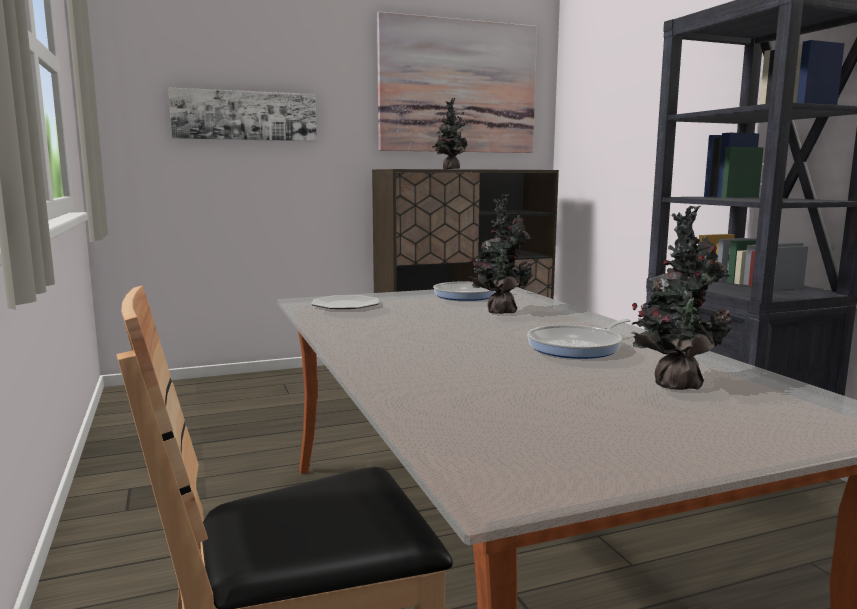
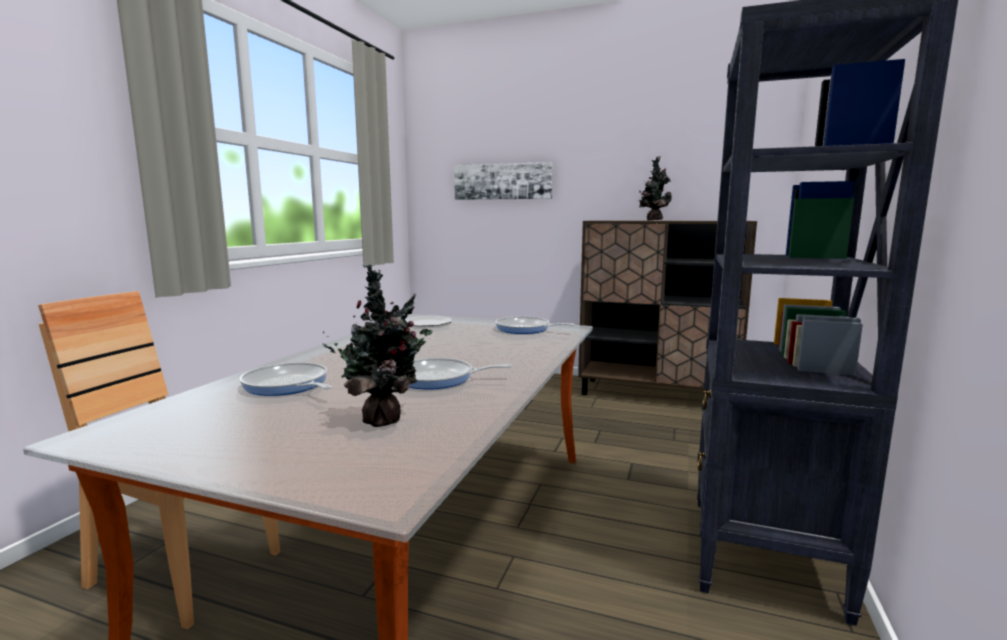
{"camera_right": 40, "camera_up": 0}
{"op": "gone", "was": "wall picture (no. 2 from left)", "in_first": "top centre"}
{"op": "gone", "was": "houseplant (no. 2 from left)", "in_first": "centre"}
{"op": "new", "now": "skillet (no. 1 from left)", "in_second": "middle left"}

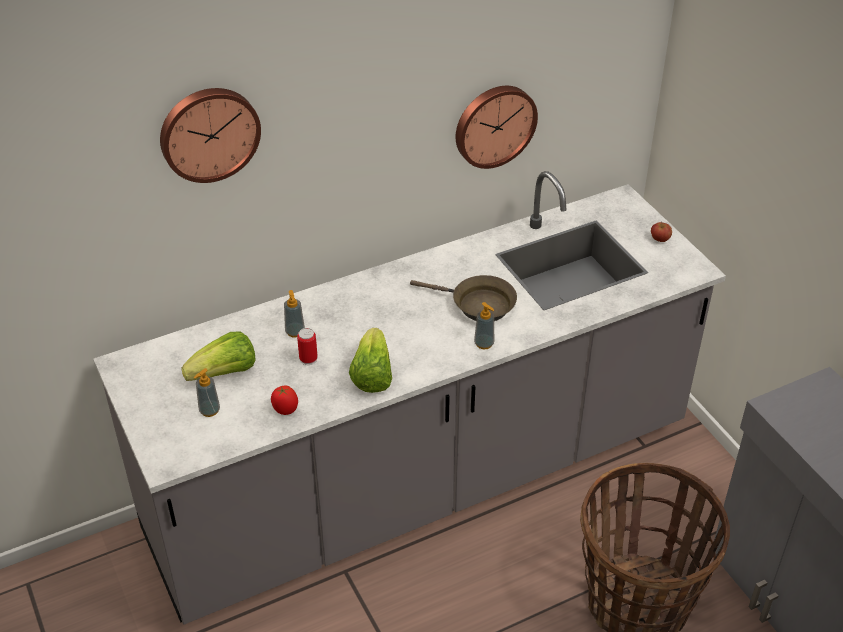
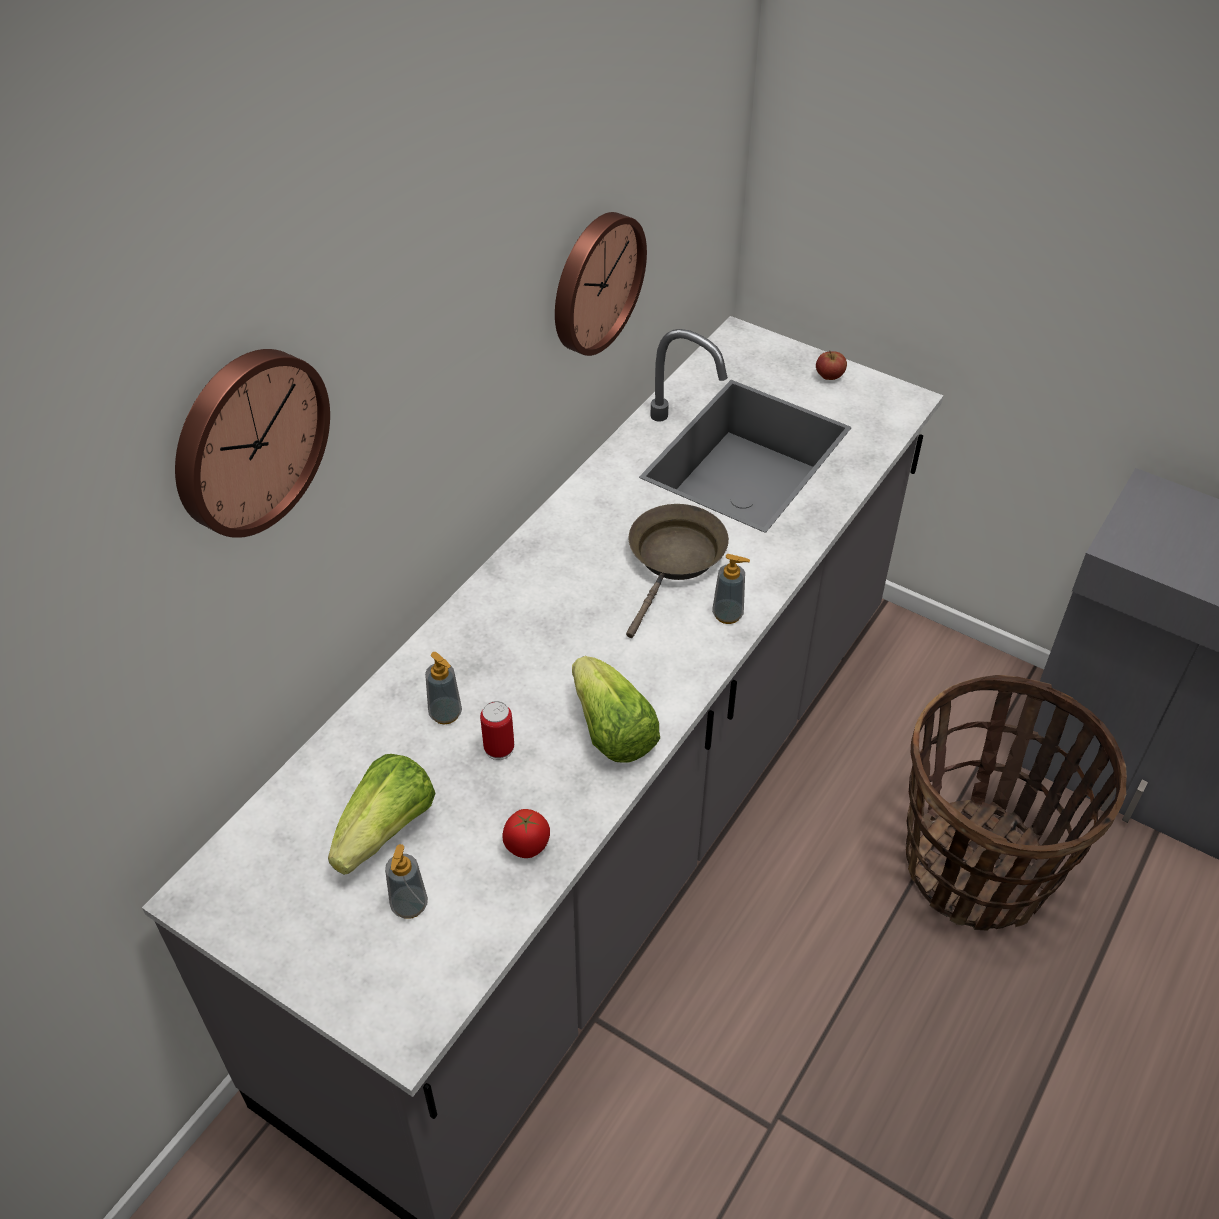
{"camera_right": -30, "camera_up": 5}
{"op": "rotated", "was": "skillet (brownish)", "in_first": "centre", "in_second": "centre", "clockwise": -60}

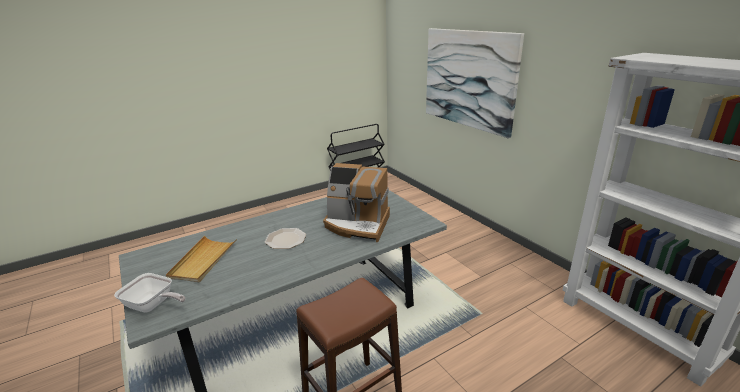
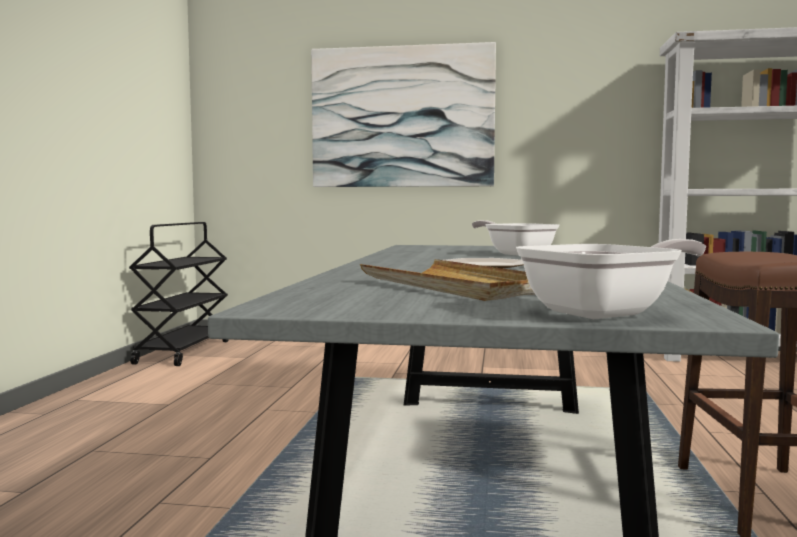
{"camera_right": -50, "camera_up": -20}
{"op": "swapped", "was": "coffee maker", "now": "skillet (no. 1 from left)", "in_first": "centre", "in_second": "centre"}

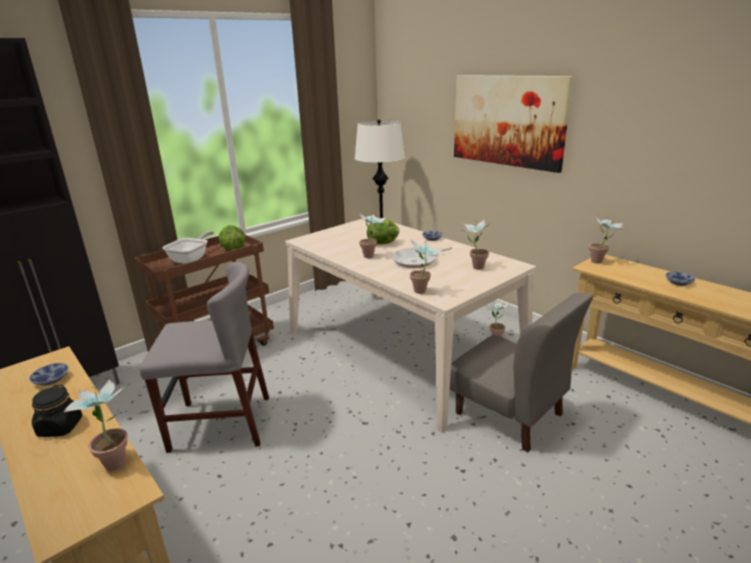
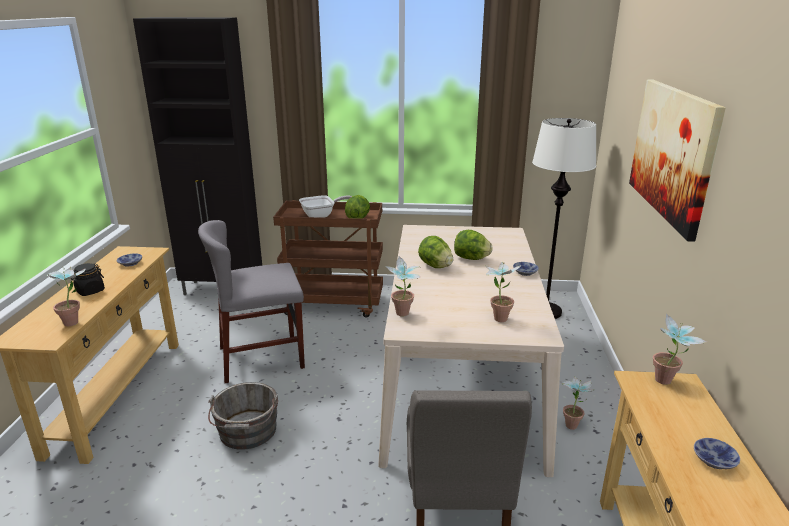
{"camera_right": 45, "camera_up": 0}
{"op": "swapped", "was": "houseplant (no. 2 from left)", "now": "head of lettuce (no. 2 from left)", "in_first": "centre", "in_second": "centre"}
{"op": "gone", "was": "skillet (no. 2 from left)", "in_first": "centre"}
{"op": "rotated", "was": "chair (greyish) (no. 1 from left)", "in_first": "middle left", "in_second": "middle left", "clockwise": 120}
{"op": "new", "now": "pail (greyish)", "in_second": "bottom left"}

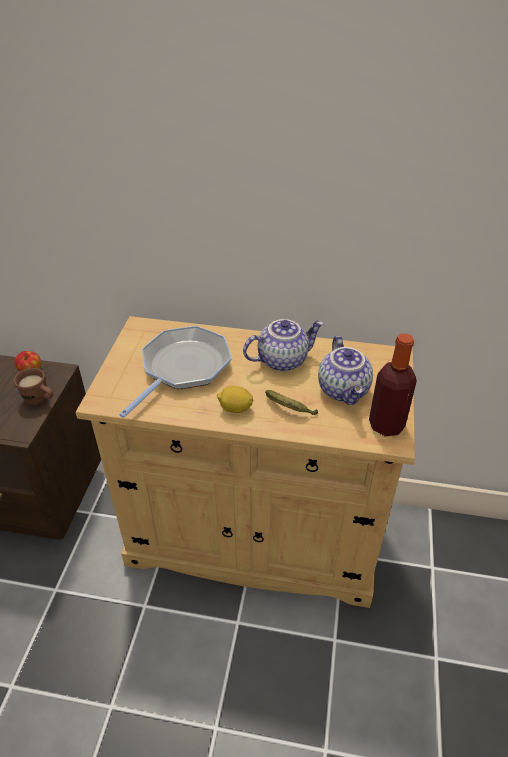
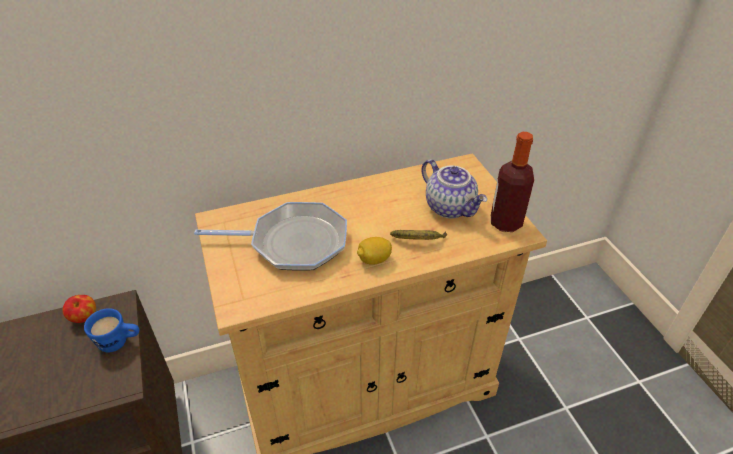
{"camera_right": -30, "camera_up": 0}
{"op": "gone", "was": "tea pot (no. 1 from left)", "in_first": "centre"}
{"op": "rotated", "was": "skillet", "in_first": "centre", "in_second": "centre", "clockwise": 90}
{"op": "repainted", "was": "mug (brownish)", "now": "mug (blue)", "in_first": "middle left", "in_second": "bottom left"}

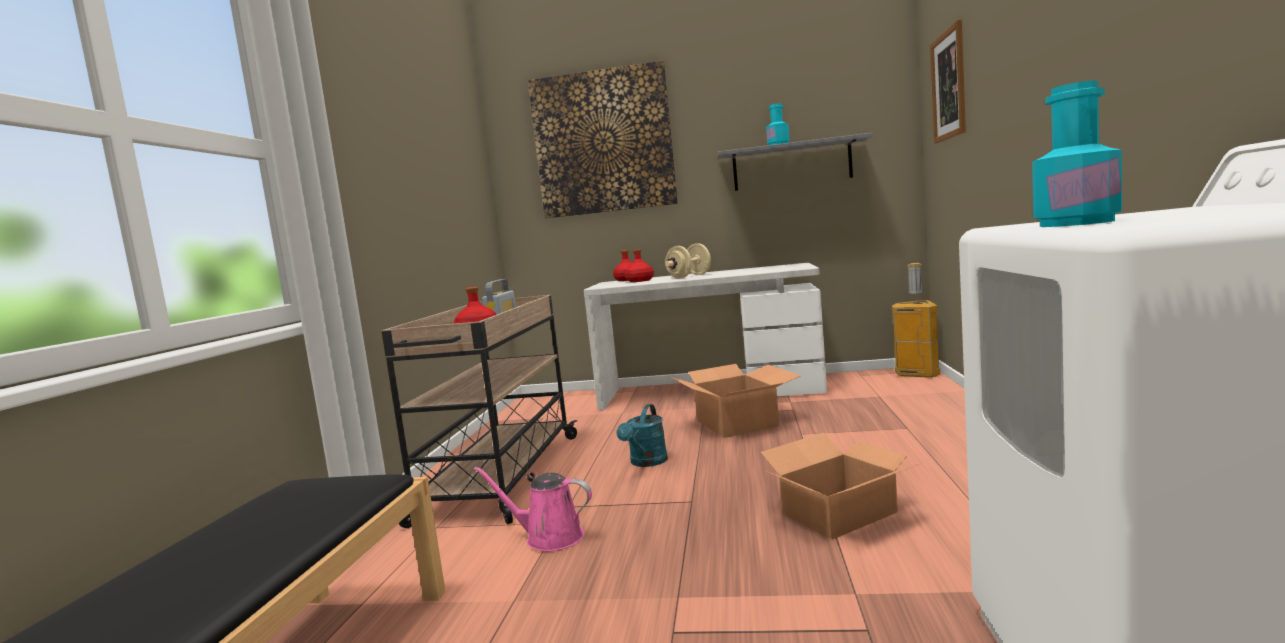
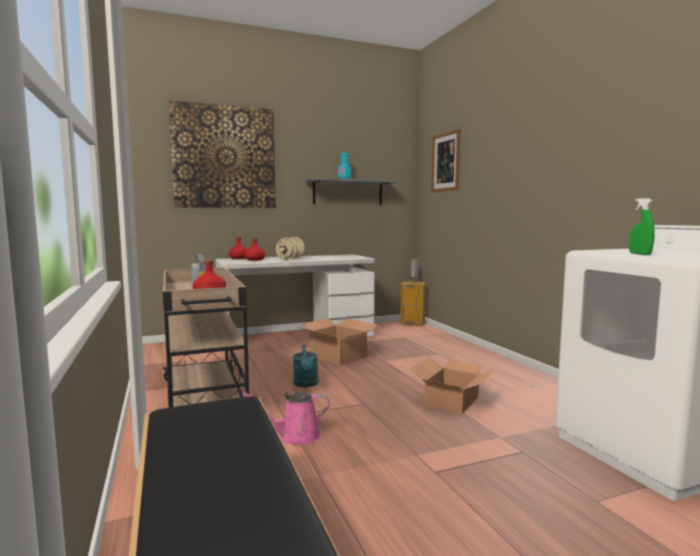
{"camera_right": -30, "camera_up": 0}
{"op": "swapped", "was": "drink bottle (turquoise) (no. 2 from left)", "now": "sprayer (green)", "in_first": "top right", "in_second": "middle right"}

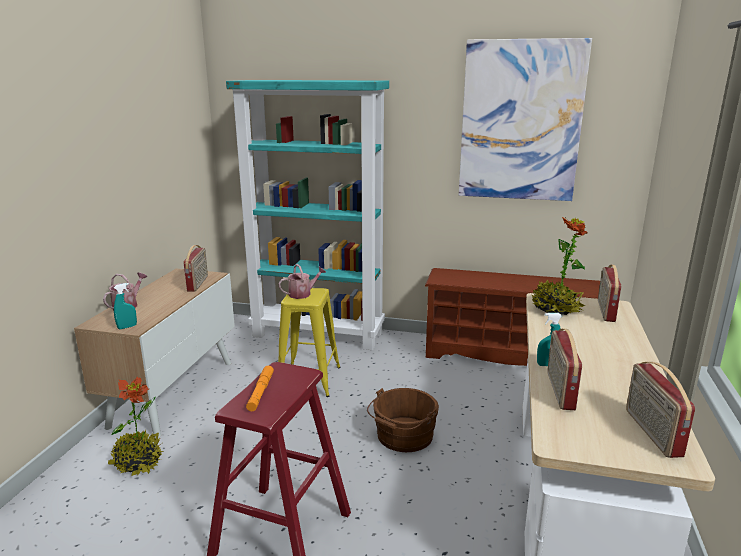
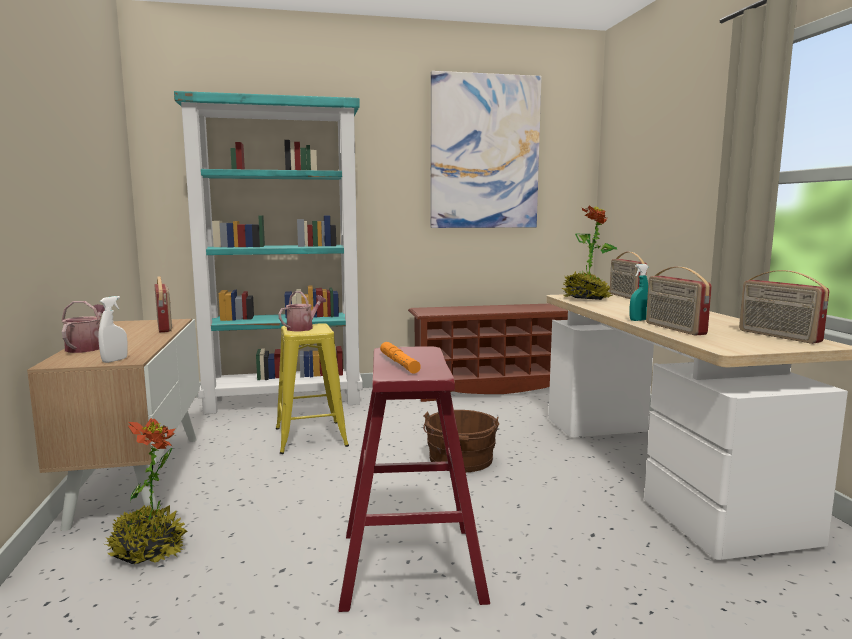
{"camera_right": -25, "camera_up": -10}
{"op": "repainted", "was": "sprayer (turquoise) (no. 1 from left)", "now": "sprayer (white-coloured)", "in_first": "middle left", "in_second": "middle left"}

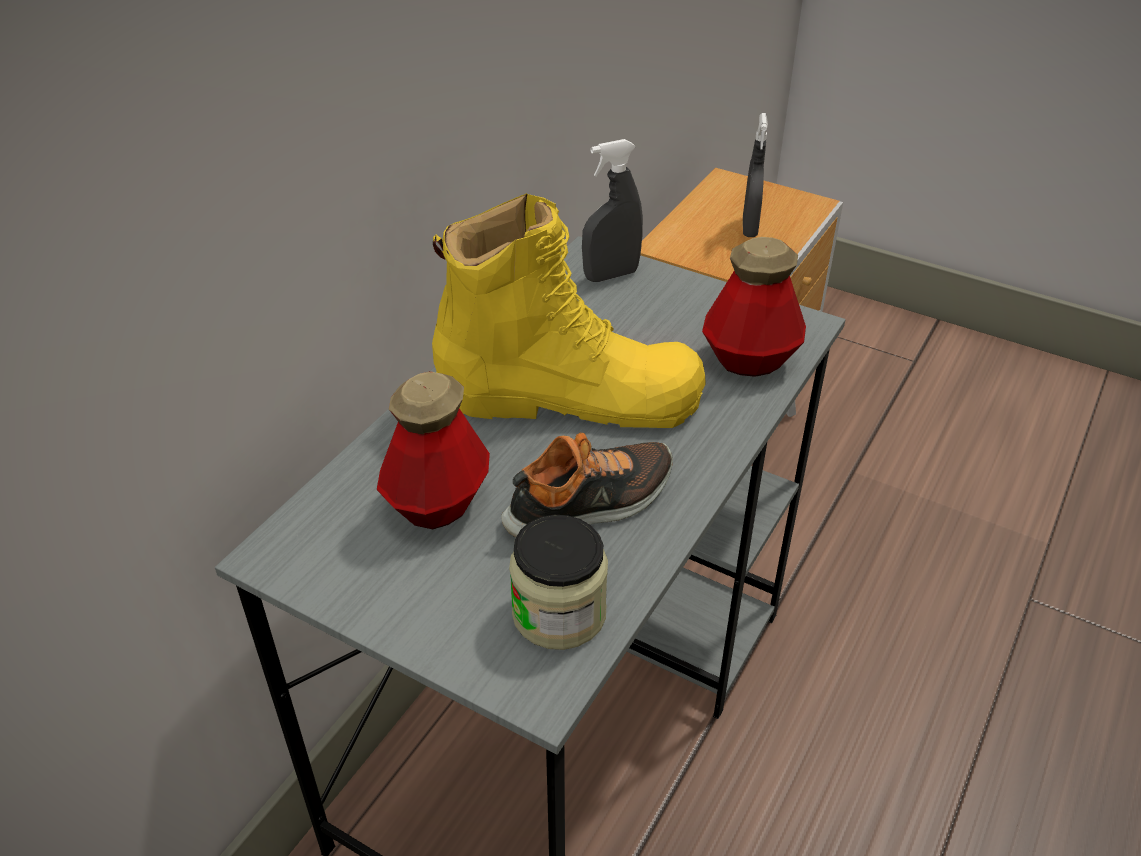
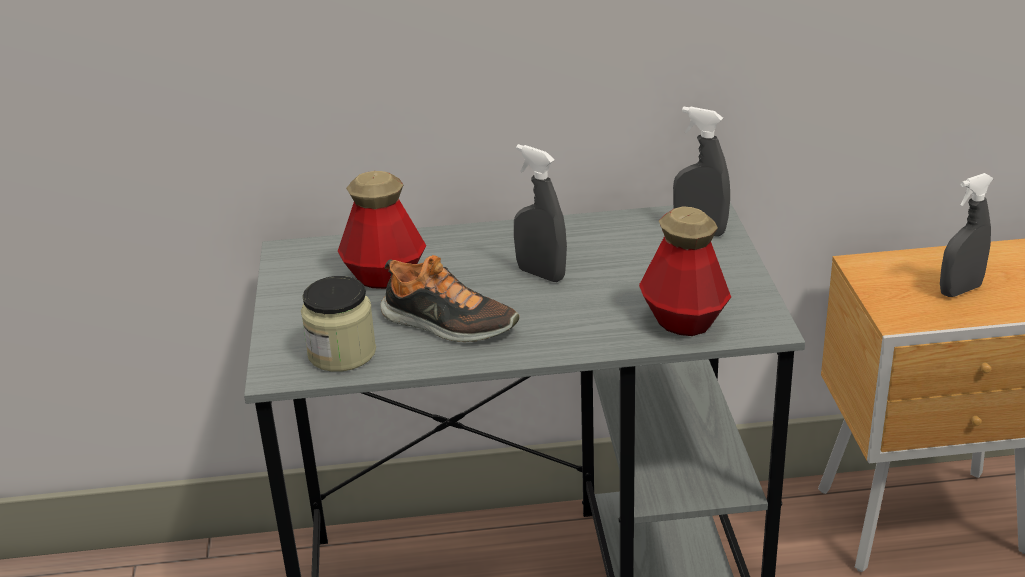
{"camera_right": 55, "camera_up": -10}
{"op": "swapped", "was": "tall boot (yellow-coloured)", "now": "sprayer (greyish) (no. 1 from left)", "in_first": "centre", "in_second": "centre"}

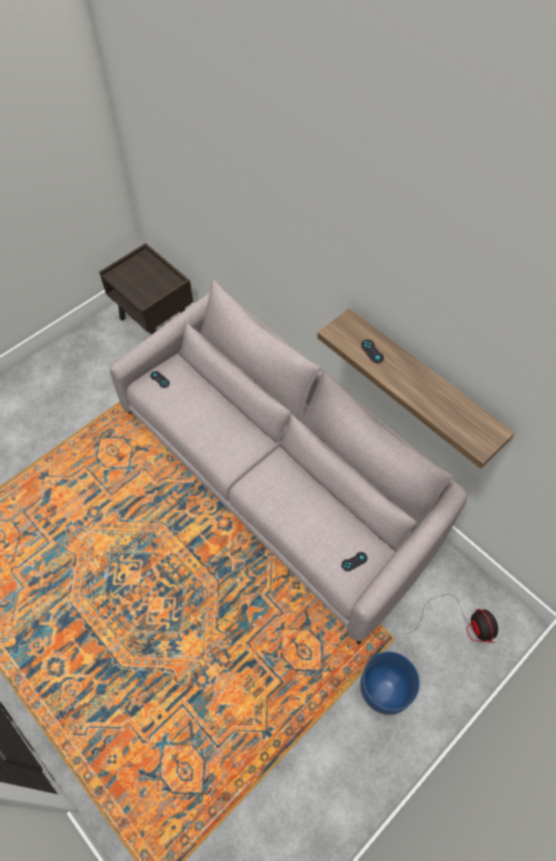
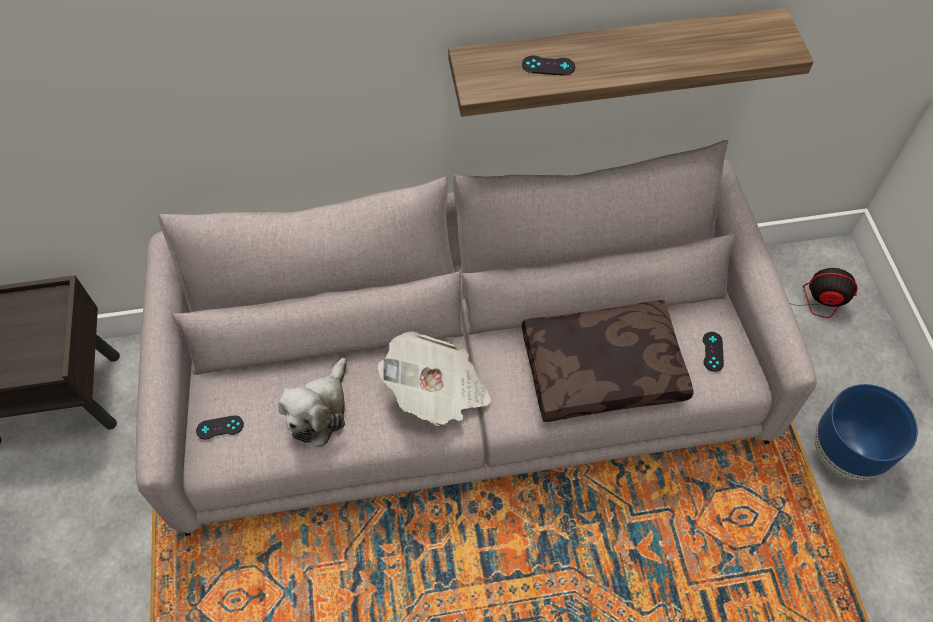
{"camera_right": -55, "camera_up": 0}
{"op": "new", "now": "throw pillow (brownish)", "in_second": "centre"}
{"op": "new", "now": "newspaper", "in_second": "centre"}
{"op": "new", "now": "cuddly toy", "in_second": "centre"}

